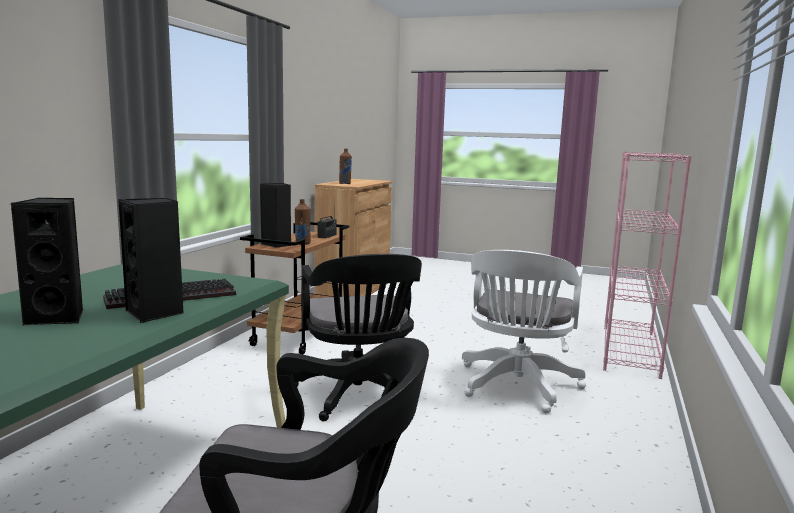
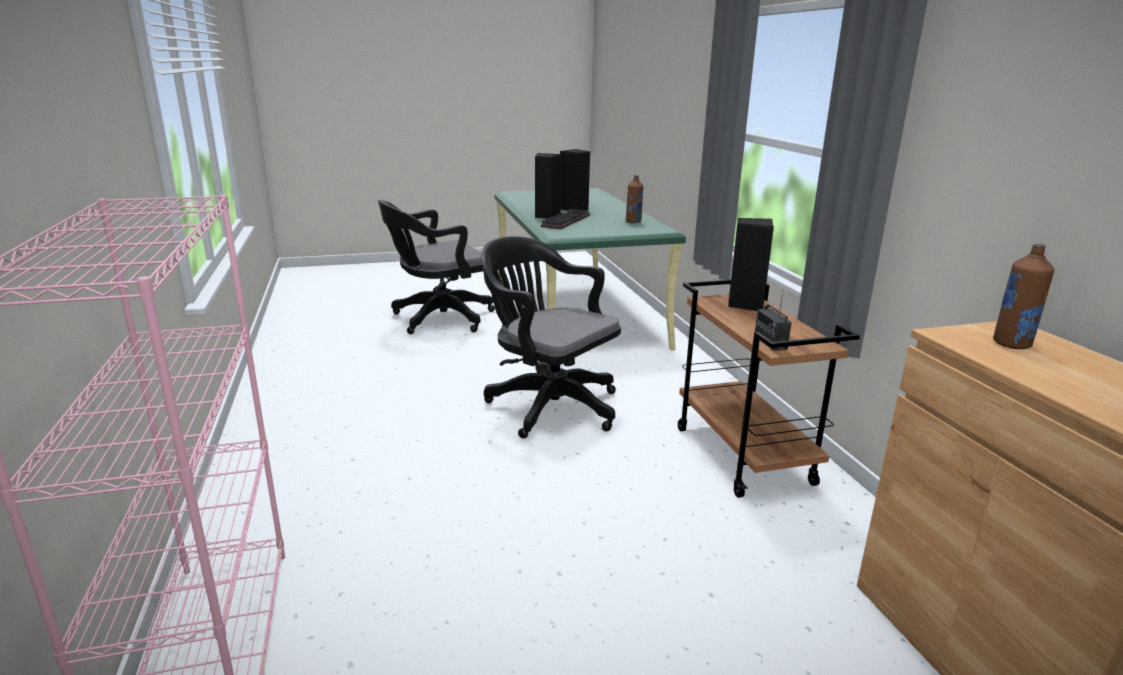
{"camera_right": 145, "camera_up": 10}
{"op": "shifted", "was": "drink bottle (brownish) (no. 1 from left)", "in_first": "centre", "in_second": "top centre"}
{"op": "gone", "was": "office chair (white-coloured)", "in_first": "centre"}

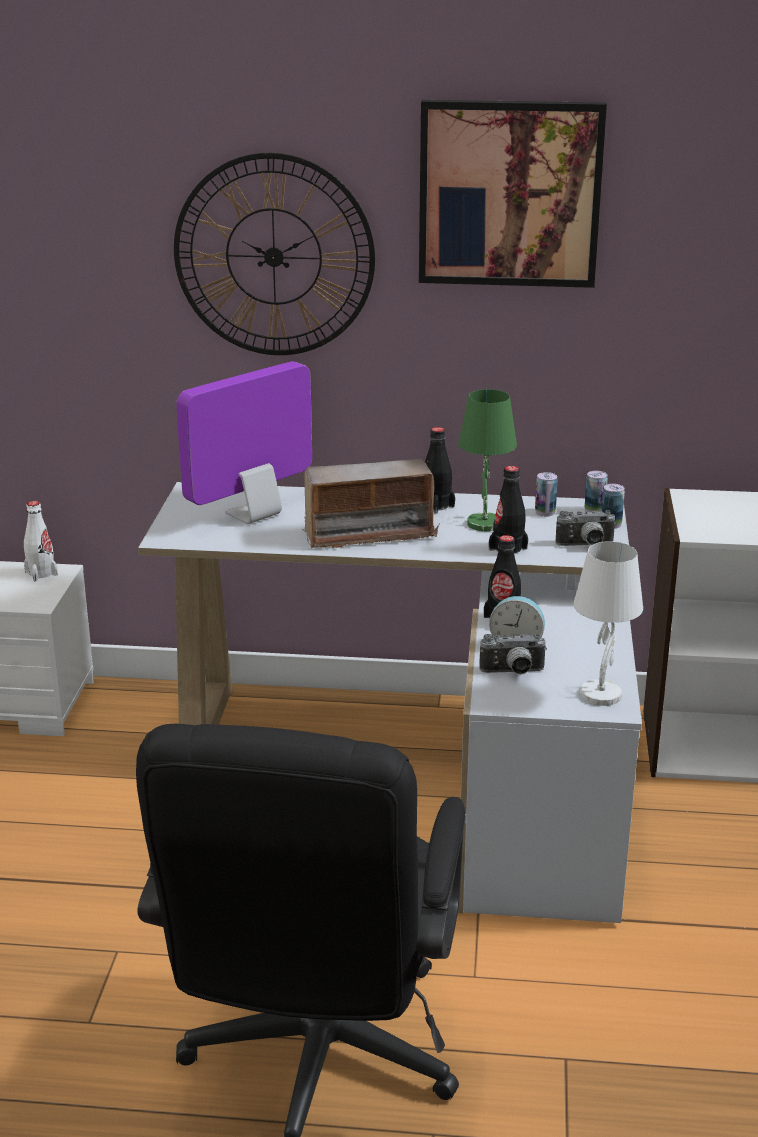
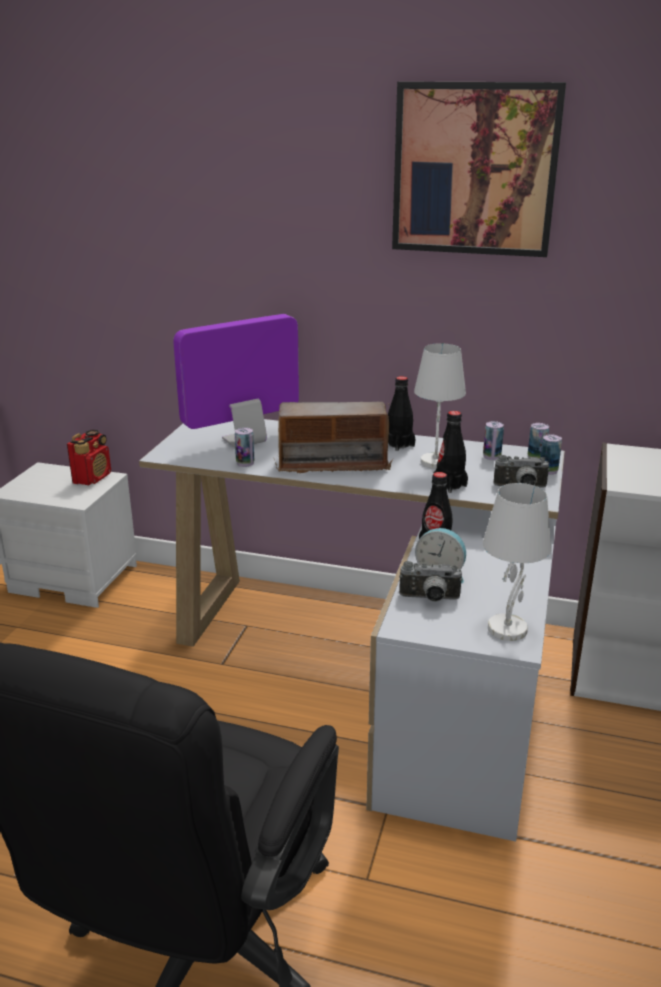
{"camera_right": 10, "camera_up": 0}
{"op": "gone", "was": "wall clock", "in_first": "top centre"}
{"op": "repainted", "was": "lamp for a table (green)", "now": "lamp for a table (white-coloured) (no. 1 from left)", "in_first": "centre", "in_second": "centre"}
{"op": "swapped", "was": "drink bottle (white-coloured)", "now": "radio receiver (no. 1 from left)", "in_first": "middle left", "in_second": "middle left"}
{"op": "new", "now": "can (no. 1 from left)", "in_second": "centre"}

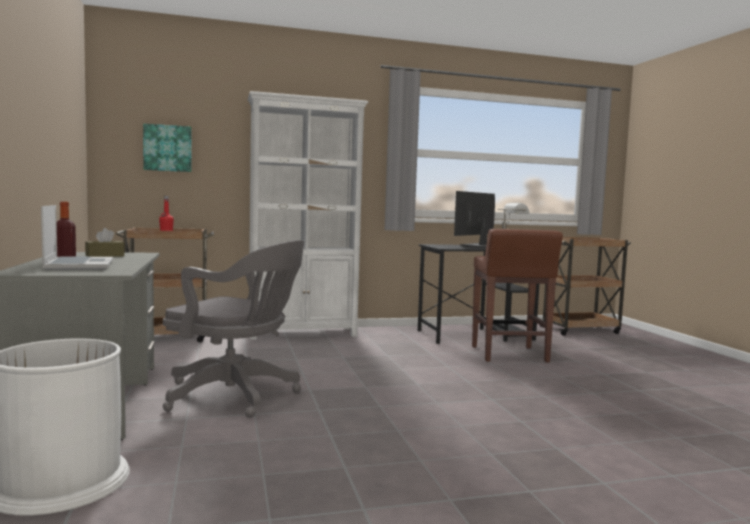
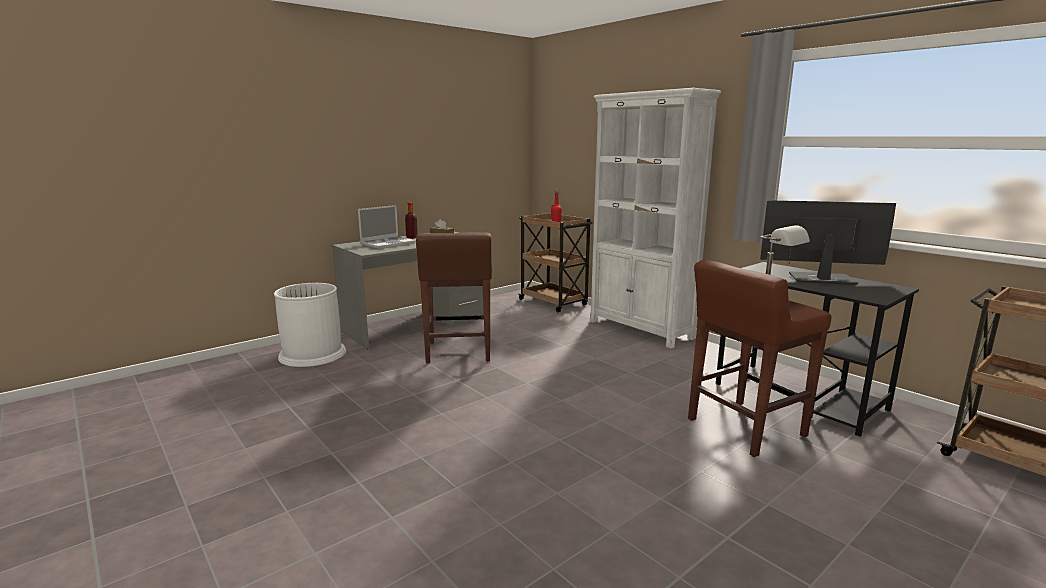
{"camera_right": 65, "camera_up": 10}
{"op": "gone", "was": "wall picture", "in_first": "top left"}
{"op": "swapped", "was": "office chair (greyish)", "now": "sitting stool (brownish) (no. 1 from left)", "in_first": "middle left", "in_second": "centre"}

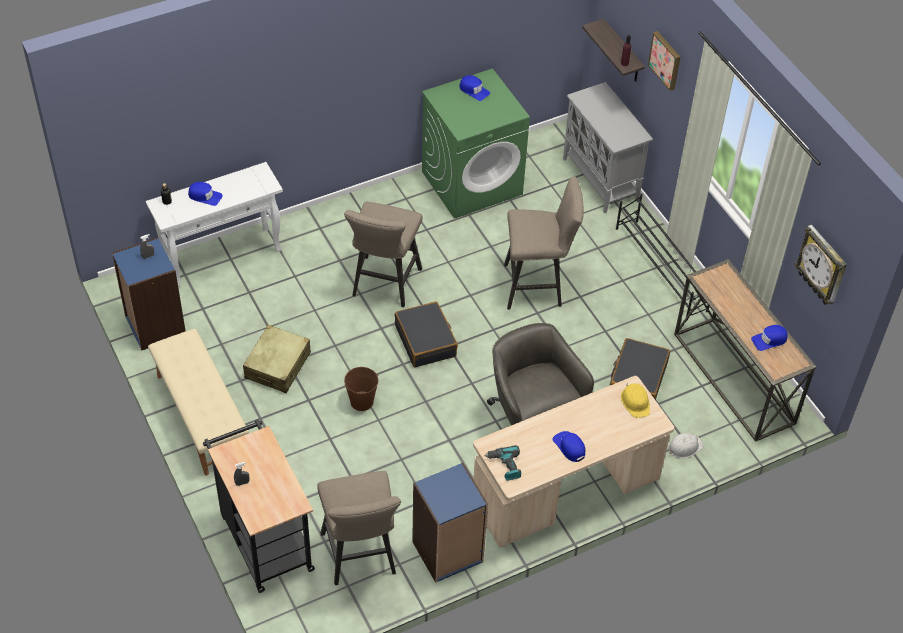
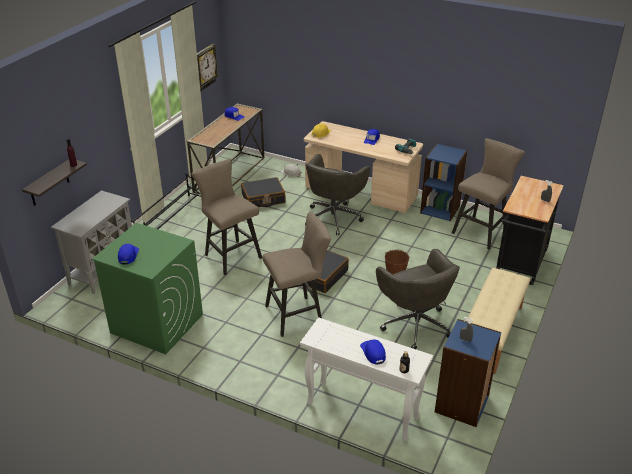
{"camera_right": -125, "camera_up": -15}
{"op": "gone", "was": "wall picture", "in_first": "top right"}
{"op": "swapped", "was": "piece of luggage (beige)", "now": "office chair (greyish) (no. 2 from left)", "in_first": "middle left", "in_second": "centre"}

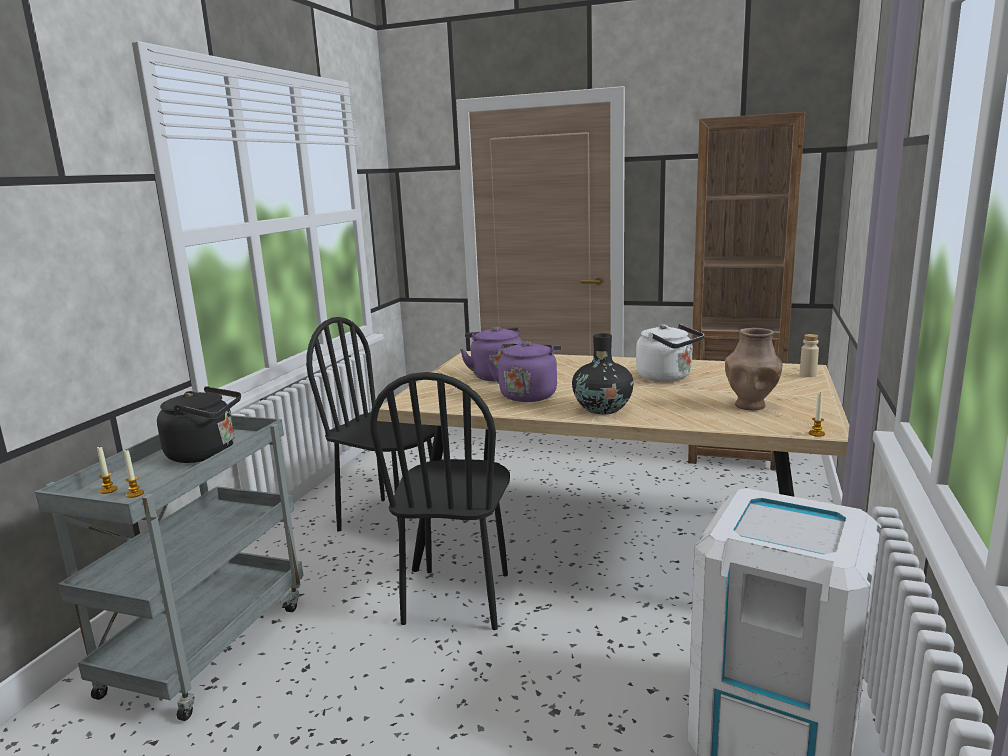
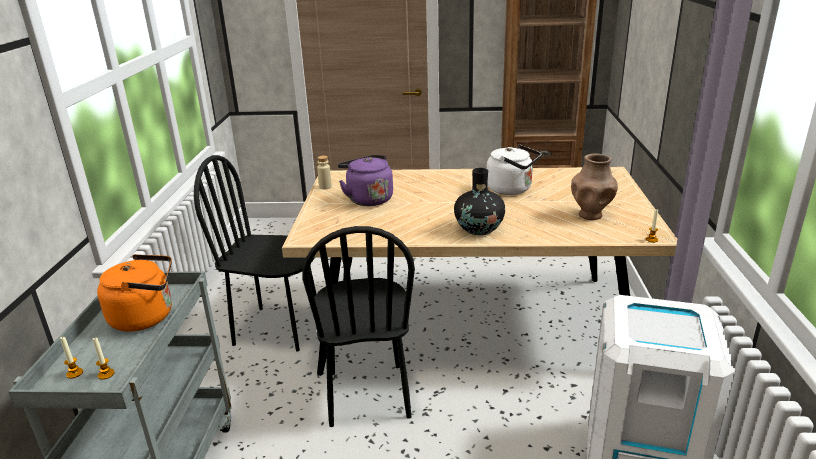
{"camera_right": -15, "camera_up": 10}
{"op": "shifted", "was": "drink bottle (beige)", "in_first": "middle right", "in_second": "centre"}
{"op": "gone", "was": "kettle (purple-coloured) (no. 2 from left)", "in_first": "centre"}
{"op": "repainted", "was": "kettle (black)", "now": "kettle (orange-coloured)", "in_first": "middle left", "in_second": "middle left"}

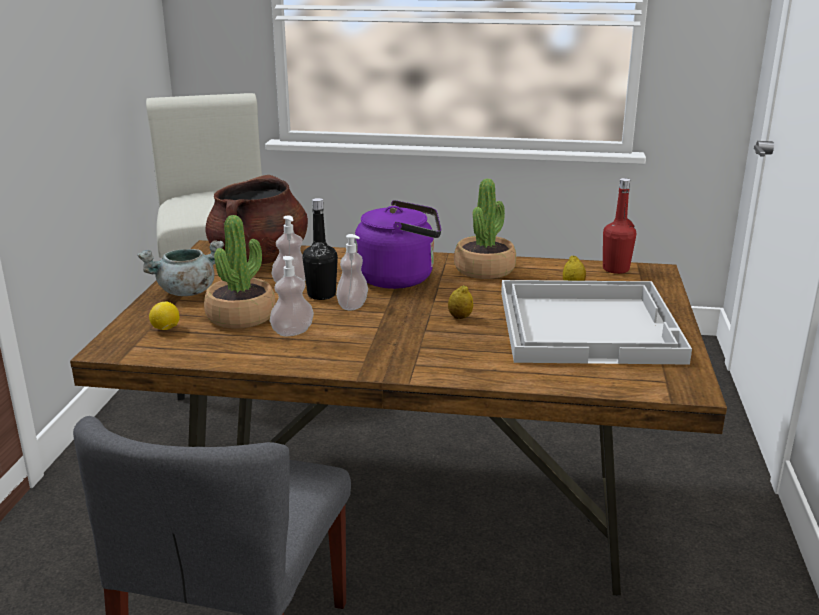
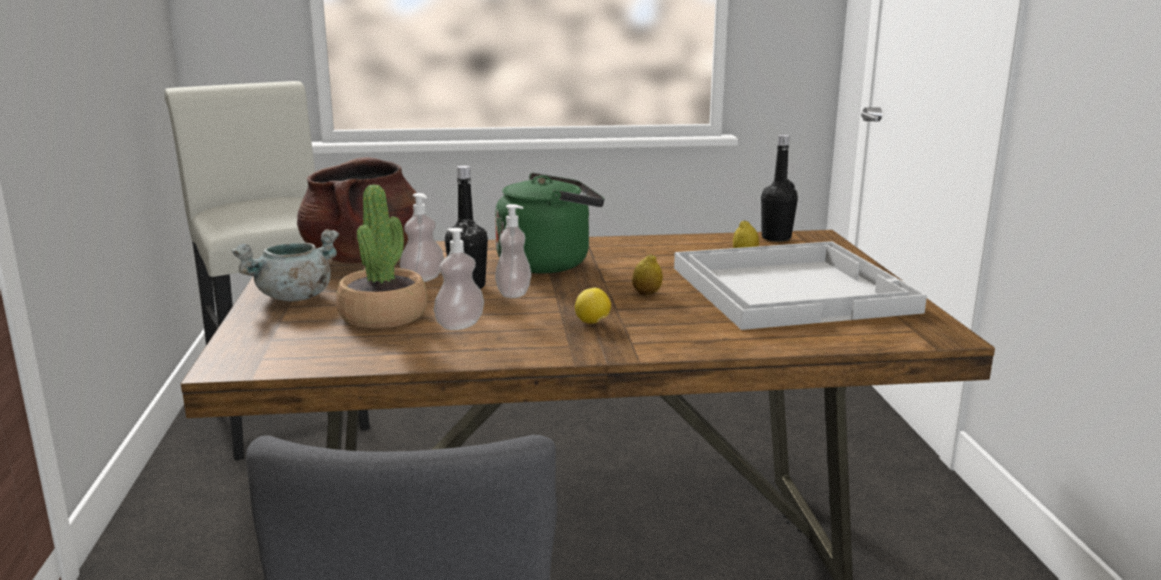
{"camera_right": -15, "camera_up": -5}
{"op": "repainted", "was": "drink bottle (red-coloured)", "now": "drink bottle (black) (no. 2 from left)", "in_first": "middle right", "in_second": "top right"}
{"op": "gone", "was": "houseplant (no. 2 from left)", "in_first": "centre"}
{"op": "repainted", "was": "kettle (purple-coloured)", "now": "kettle (green)", "in_first": "centre", "in_second": "centre"}
{"op": "shifted", "was": "whole lemon (no. 1 from left)", "in_first": "middle left", "in_second": "centre"}

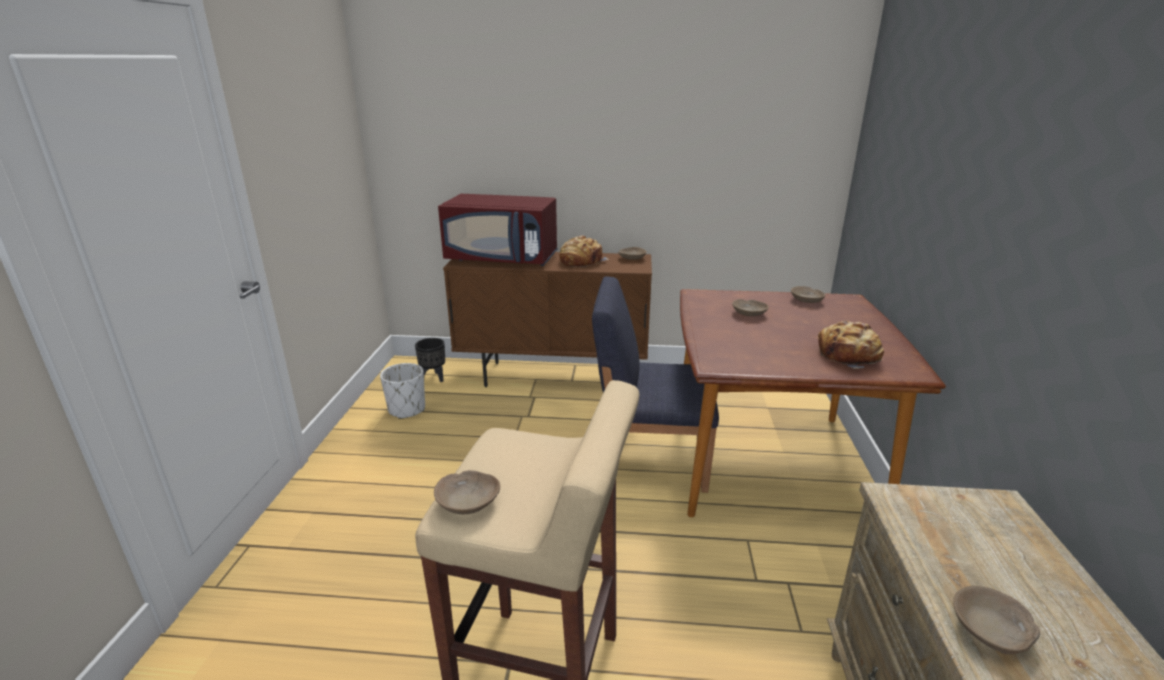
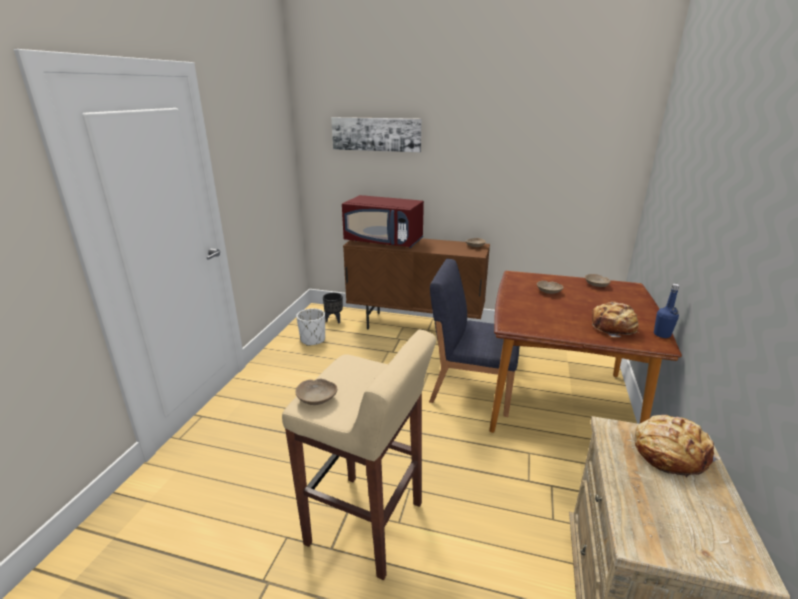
{"camera_right": 10, "camera_up": 0}
{"op": "shifted", "was": "bakery bread (no. 1 from left in the first image)", "now": "bakery bread (no. 2 from left)", "in_first": "centre", "in_second": "bottom right"}
{"op": "gone", "was": "serving bowl (beige) (no. 5 from left)", "in_first": "bottom right"}
{"op": "new", "now": "wall picture", "in_second": "top centre"}
{"op": "new", "now": "drink bottle (blue)", "in_second": "middle right"}

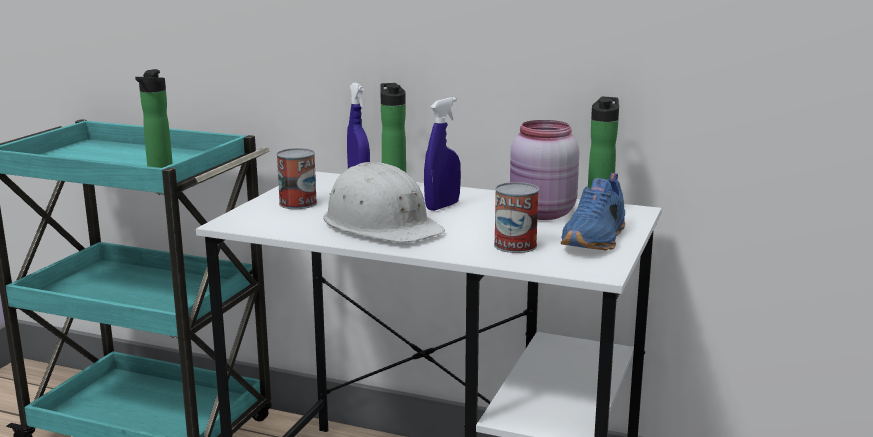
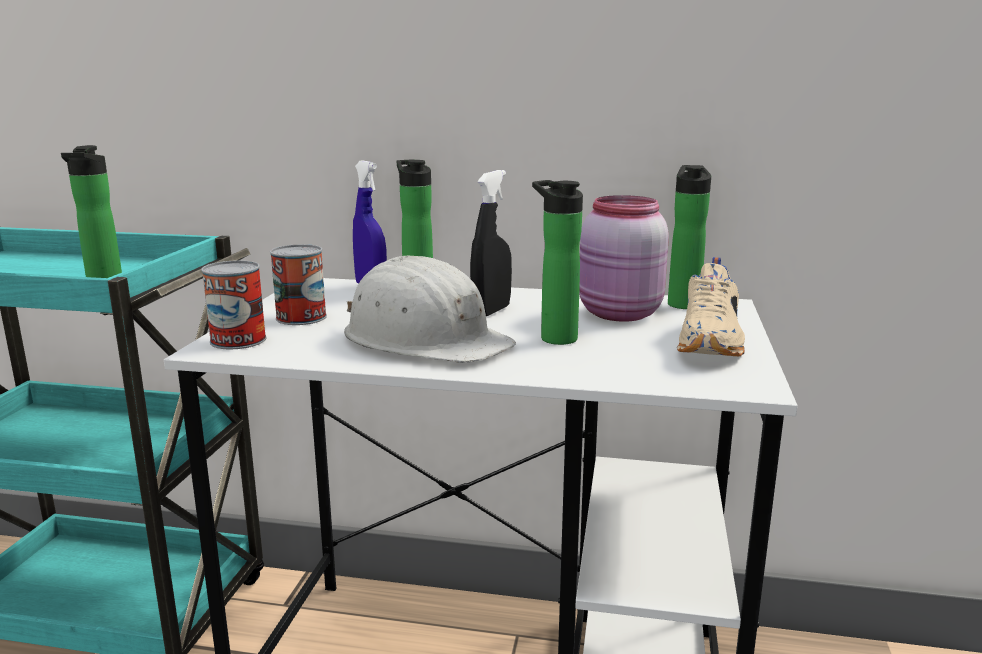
{"camera_right": -10, "camera_up": 0}
{"op": "repainted", "was": "sprayer (blue) (no. 2 from left)", "now": "sprayer (black)", "in_first": "centre", "in_second": "centre"}
{"op": "repainted", "was": "item of footwear (blue)", "now": "item of footwear (beige)", "in_first": "middle right", "in_second": "middle right"}
{"op": "shifted", "was": "can (no. 2 from left in the first image)", "now": "can (no. 1 from left)", "in_first": "centre", "in_second": "middle left"}
{"op": "new", "now": "drink bottle (no. 3 from left)", "in_second": "centre"}

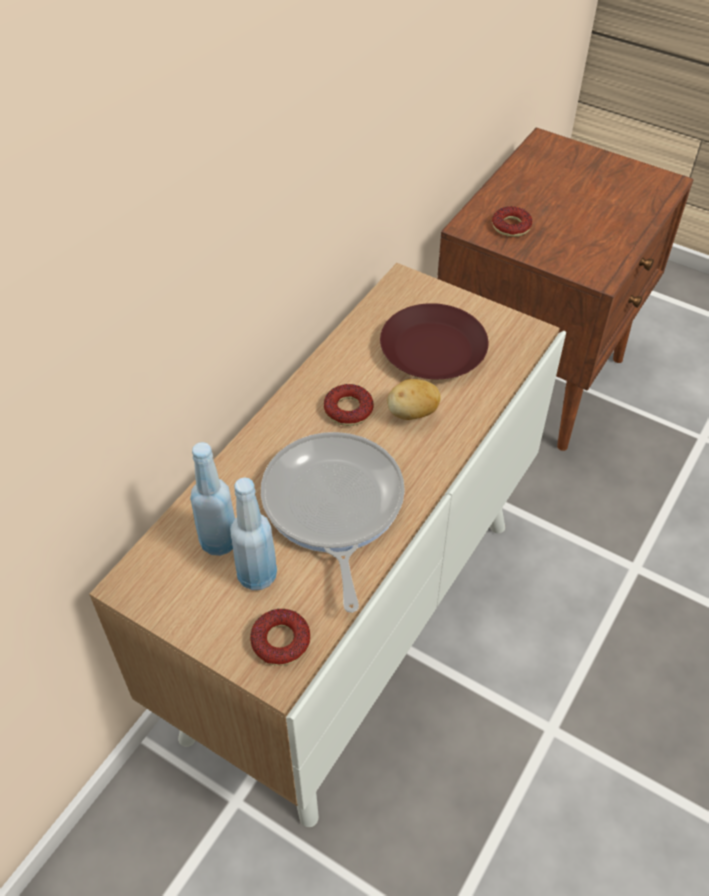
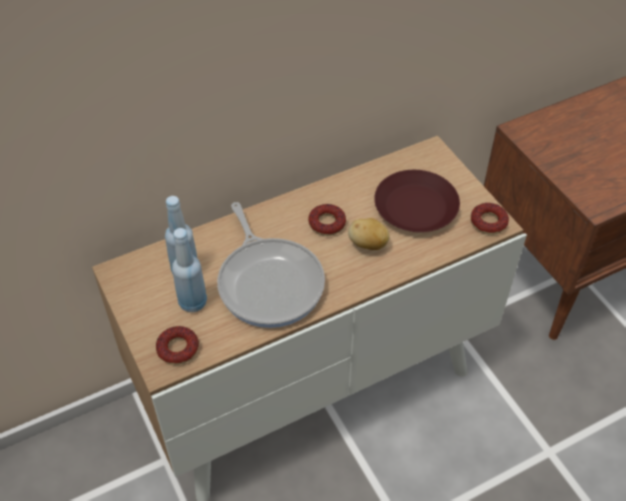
{"camera_right": 30, "camera_up": 0}
{"op": "shifted", "was": "ring doughnut (no. 3 from left)", "in_first": "top right", "in_second": "middle right"}
{"op": "rotated", "was": "skillet", "in_first": "centre", "in_second": "centre", "clockwise": 135}

